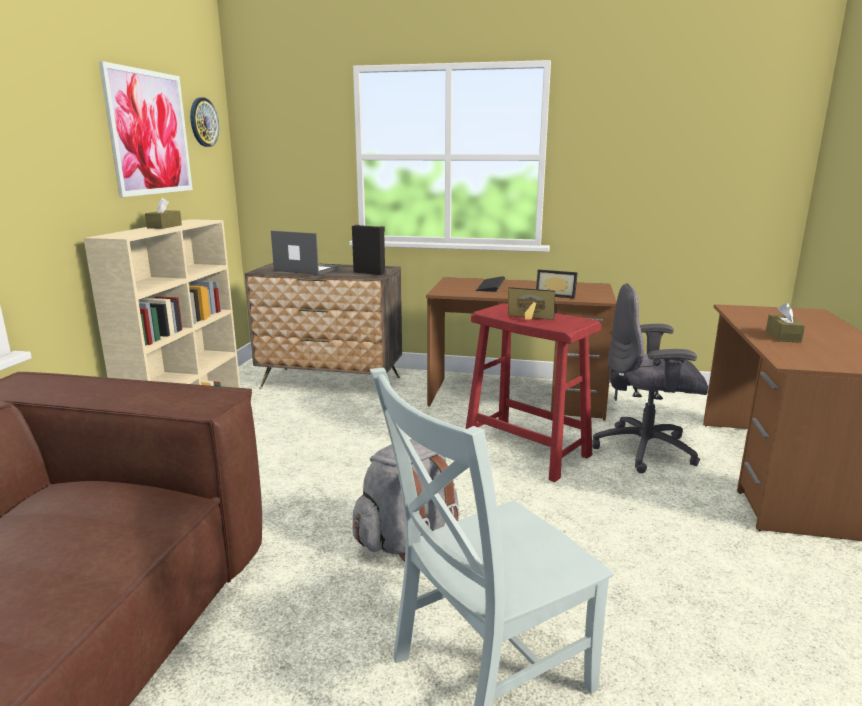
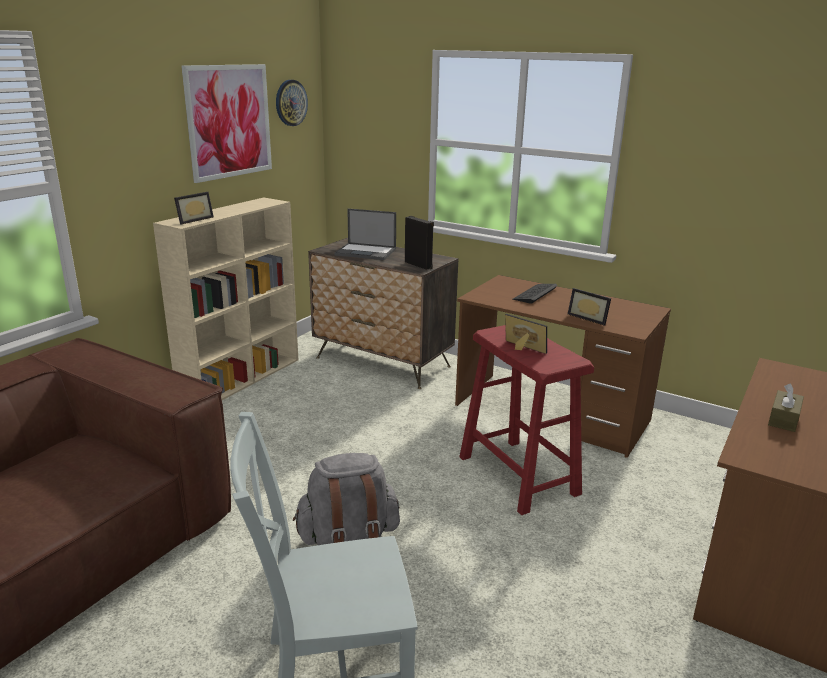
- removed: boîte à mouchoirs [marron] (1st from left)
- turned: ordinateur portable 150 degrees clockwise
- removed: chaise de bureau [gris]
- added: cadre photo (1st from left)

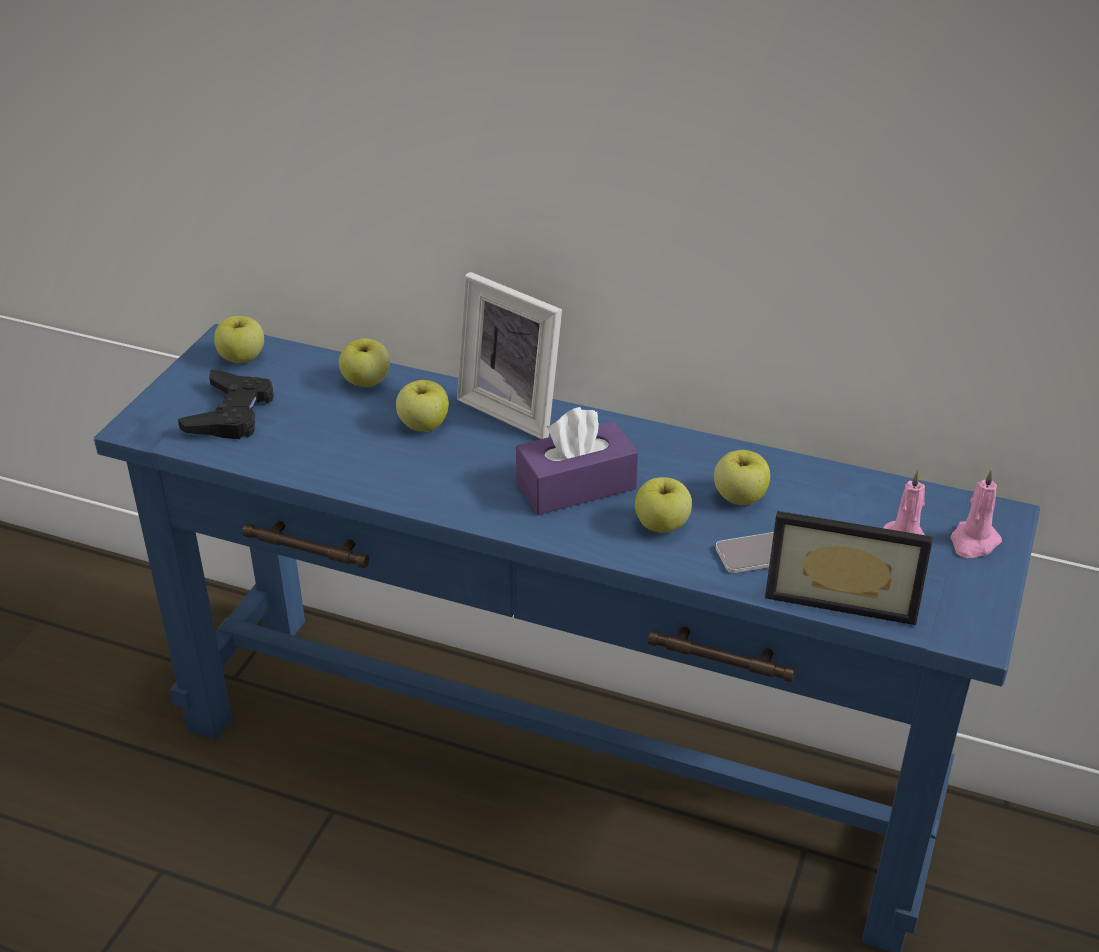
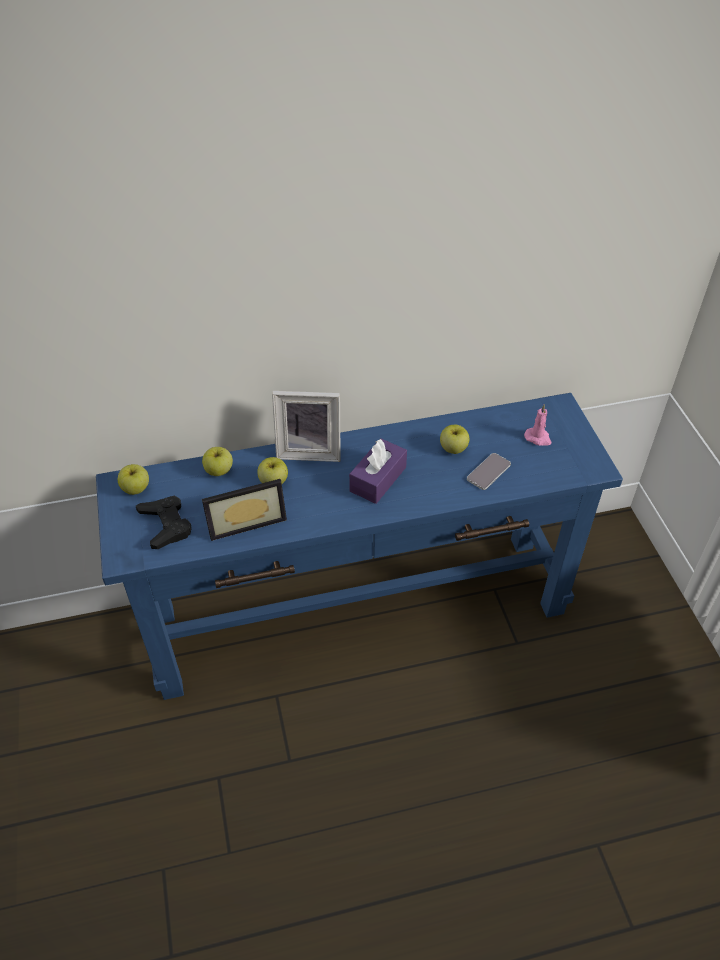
- removed: bougie [rose] (2nd from left)
- removed: pomme (4th from left)
- moved: cadre photo (2nd from left in the first image) to cadre photo (1st from left)

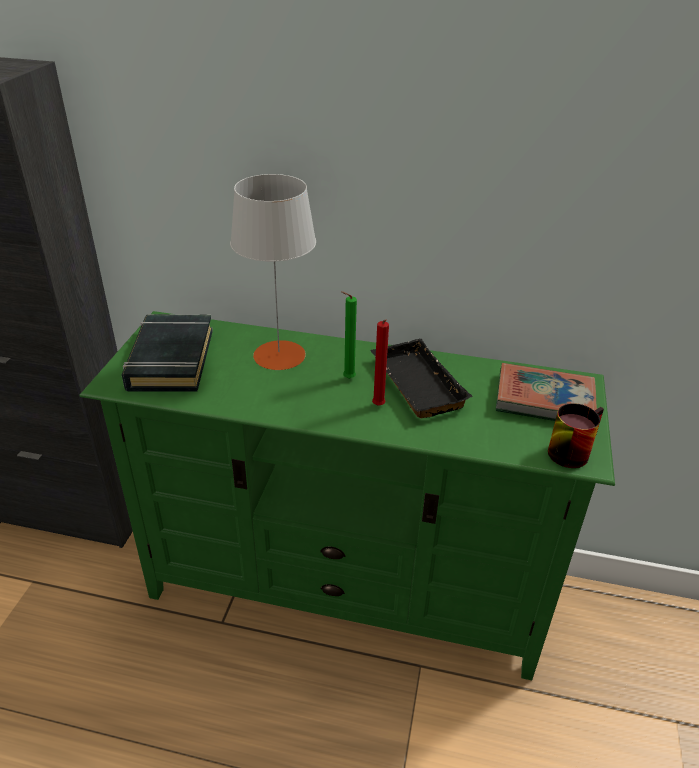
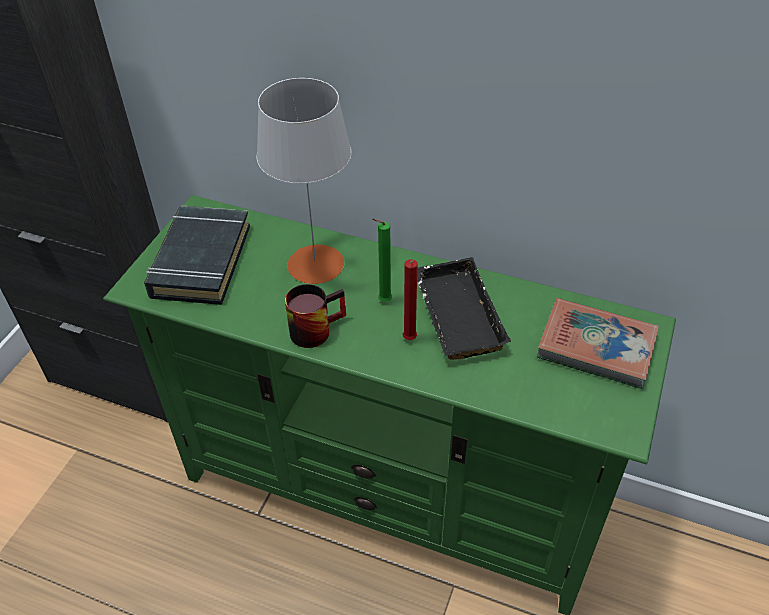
- moved: mug

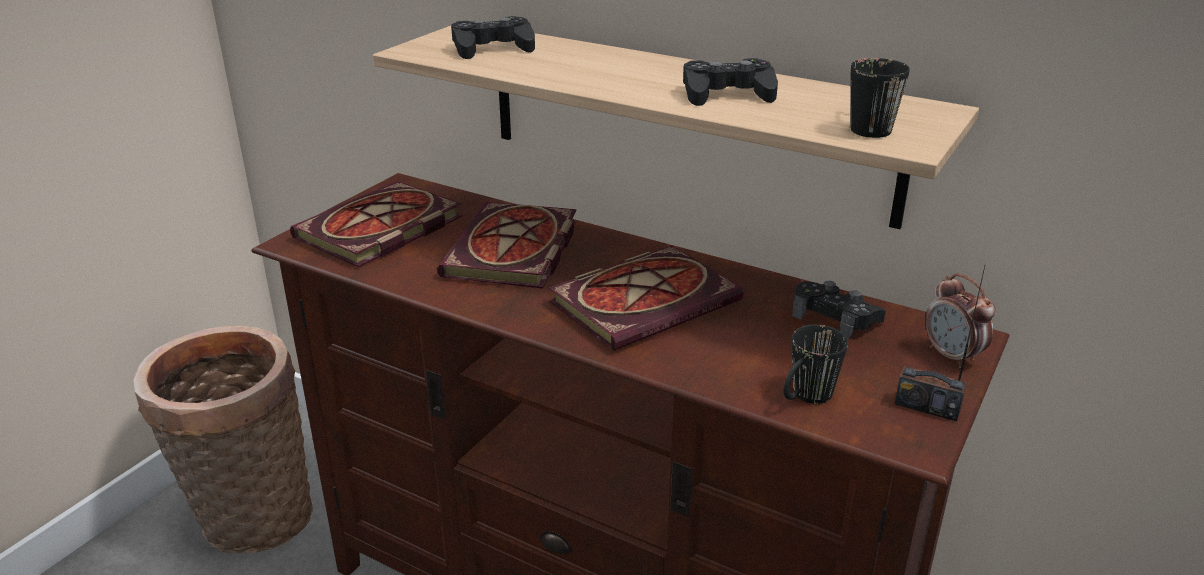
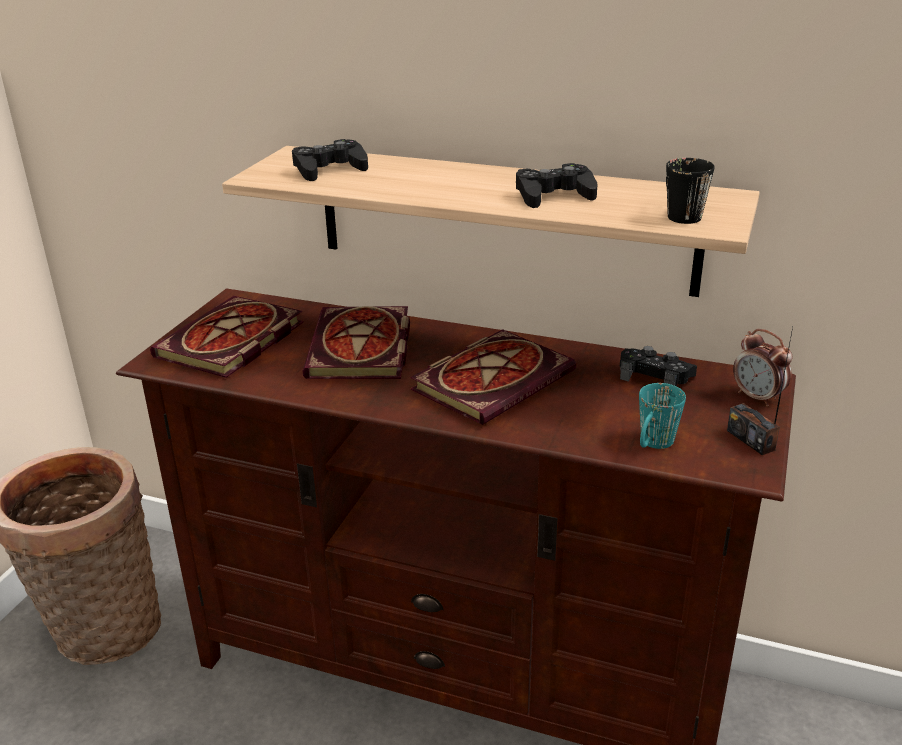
- turned: radio 45 degrees clockwise
- recoloured: mug [noir] (1st from left) to mug [turquoise]

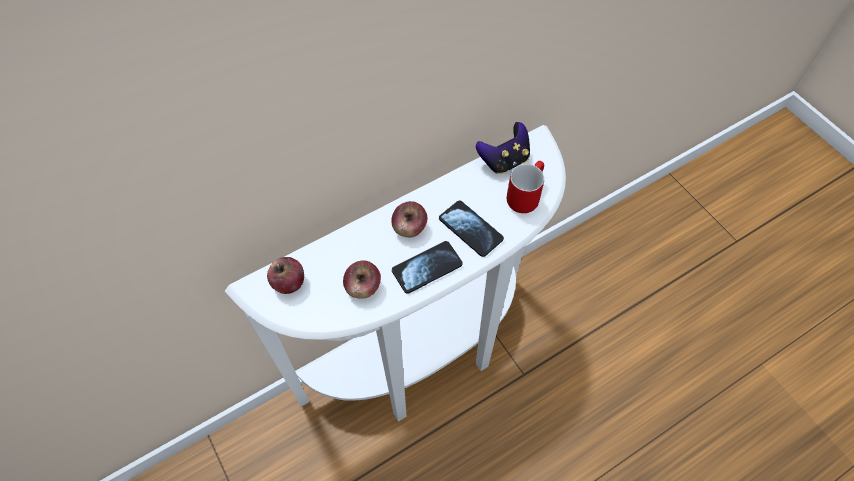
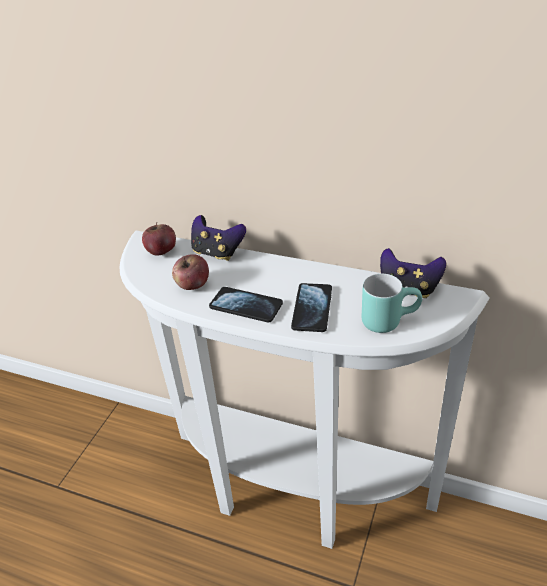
- recoloured: mug [rouge] to mug [turquoise]
- removed: pomme (3rd from left)
- added: manette (1st from left)

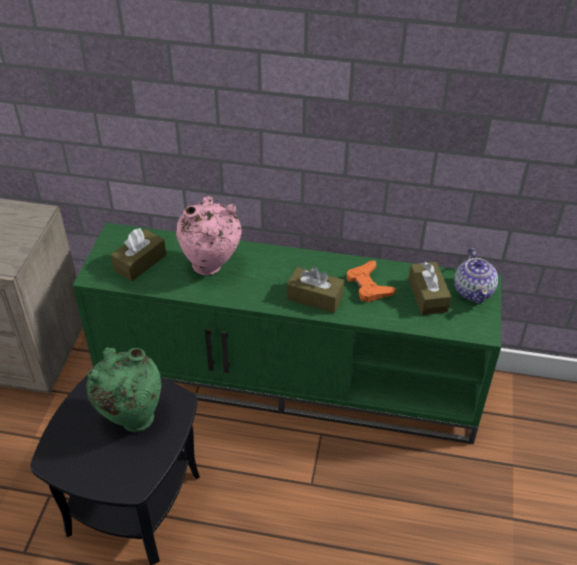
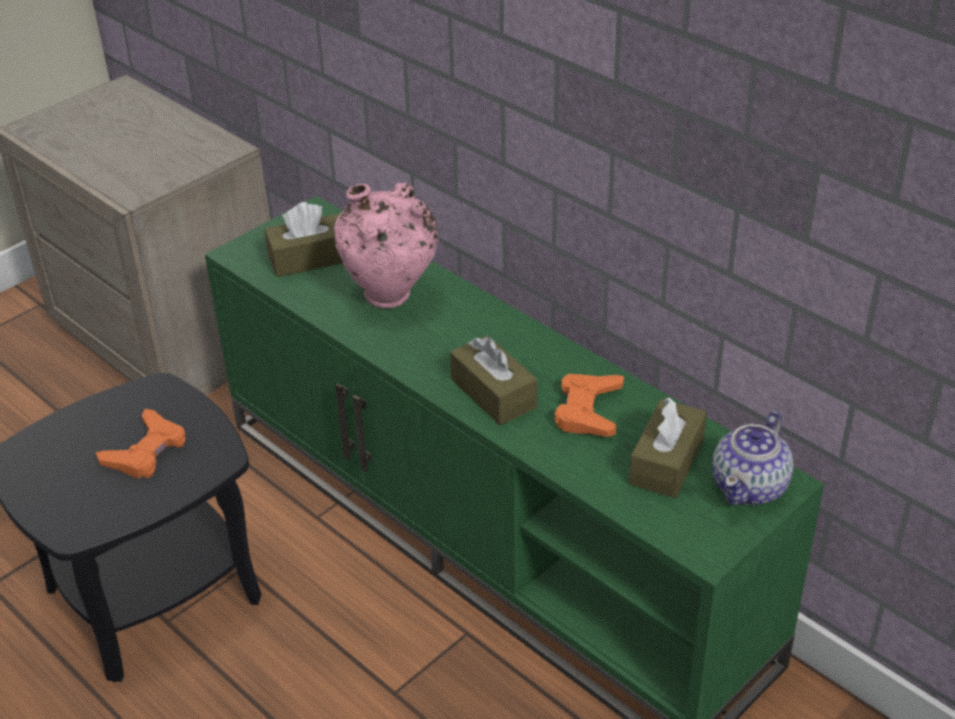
- replaced: vase [vert] to manette [orange] (1st from left)

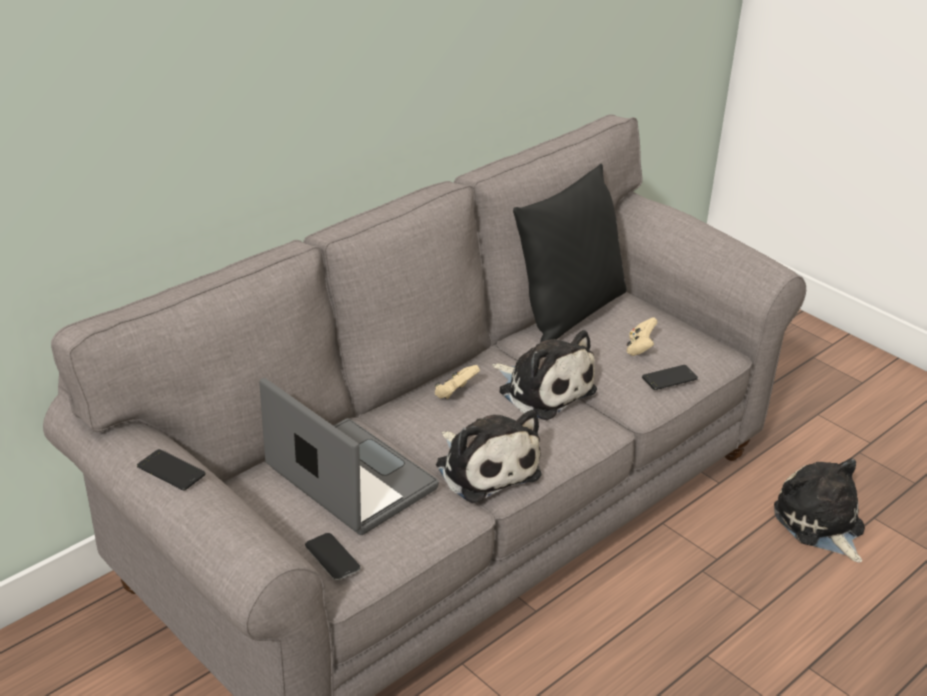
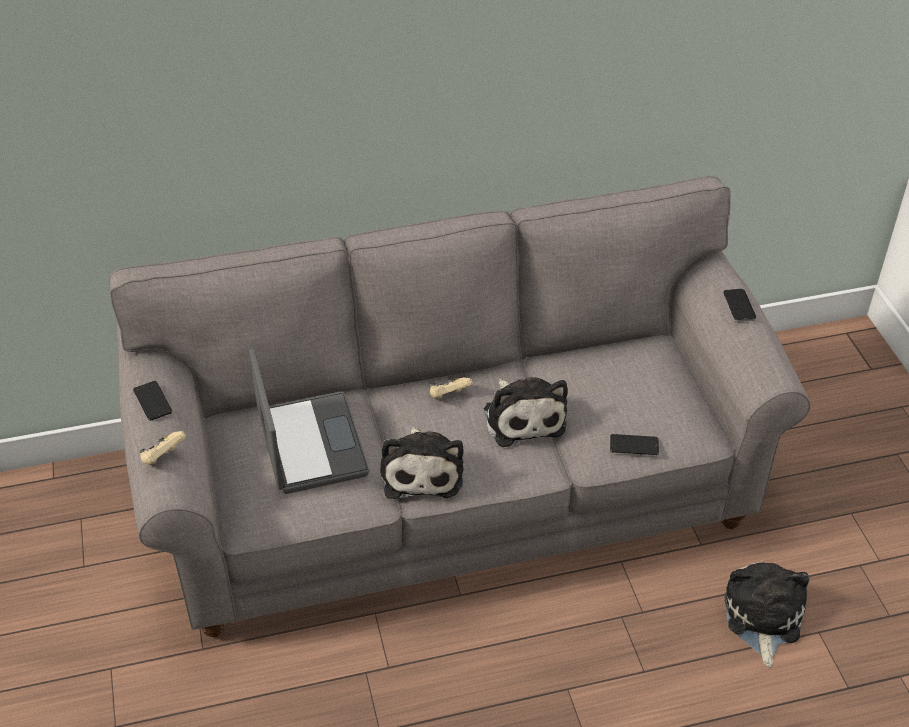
- removed: coussin [noir]
- moved: manette [beige] (2nd from left in the first image) to manette [beige] (1st from left)
- moved: téléphone (2nd from left in the first image) to téléphone (3rd from left)

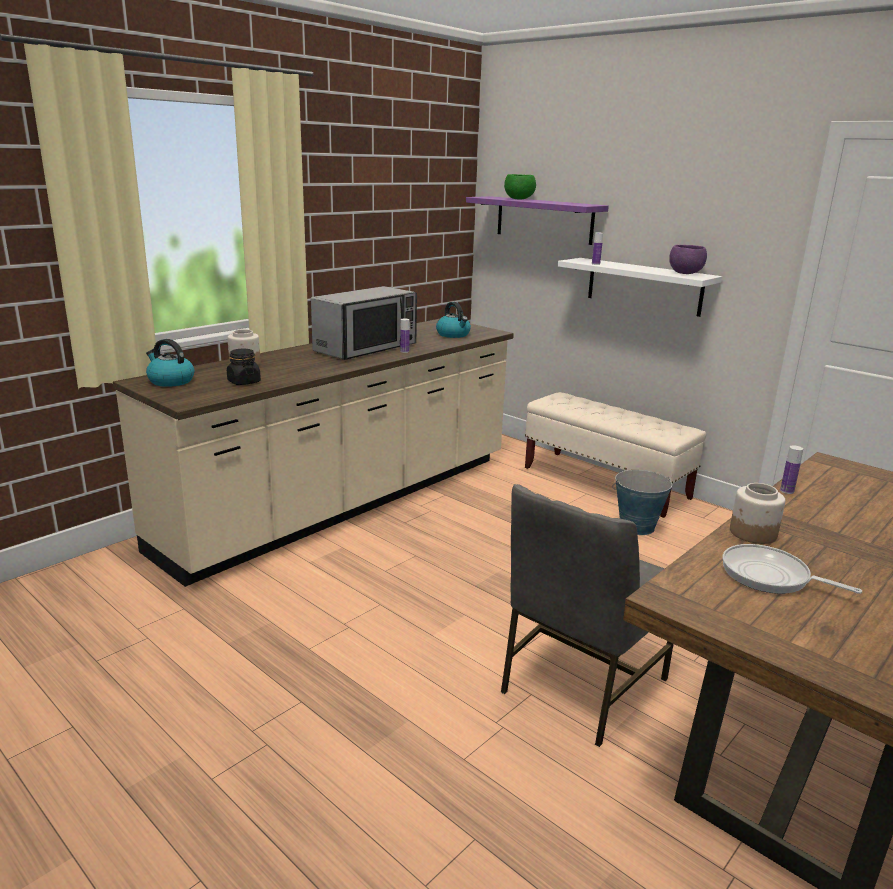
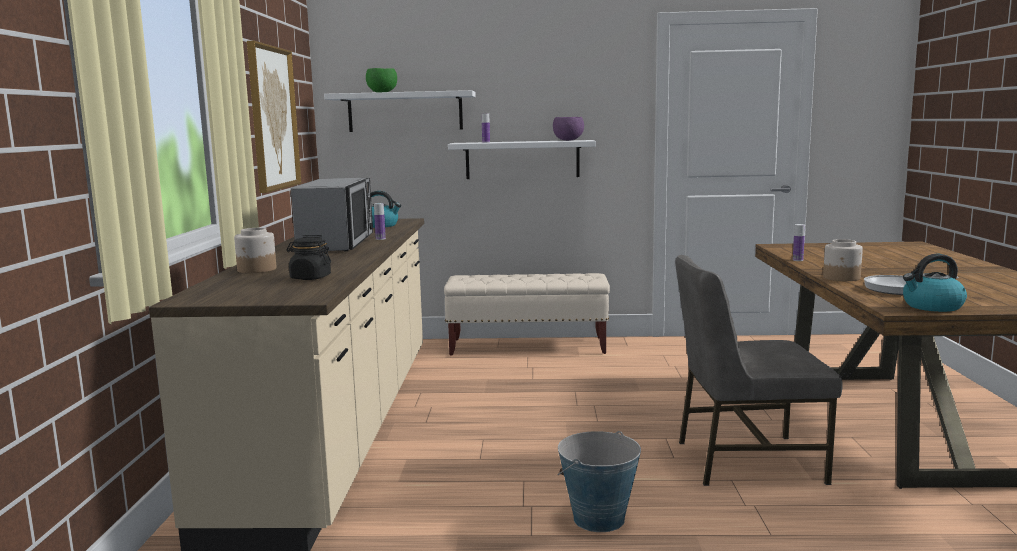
- recoloured: étagère [violet] to étagère [blanc] (1st from left)
- moved: bouilloire (1st from left in the first image) to bouilloire (2nd from left)
- moved: seau
- turned: chaise [gris] 90 degrees clockwise
- added: tableau

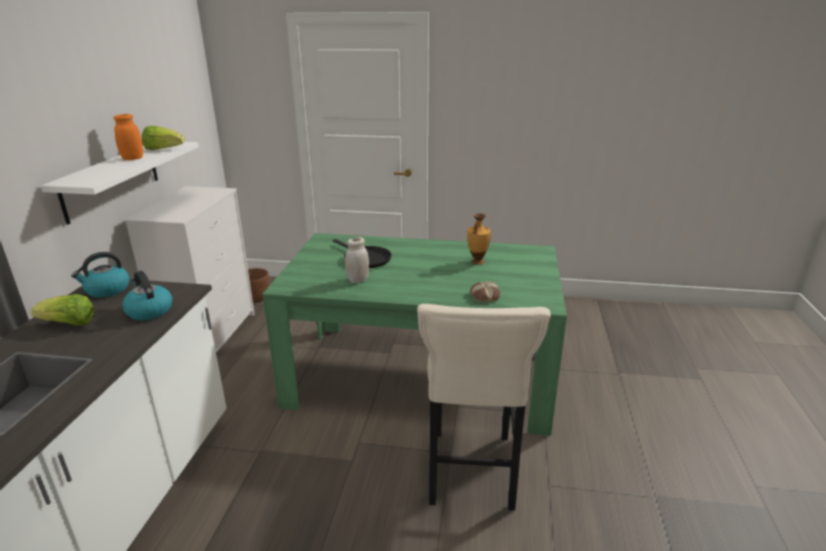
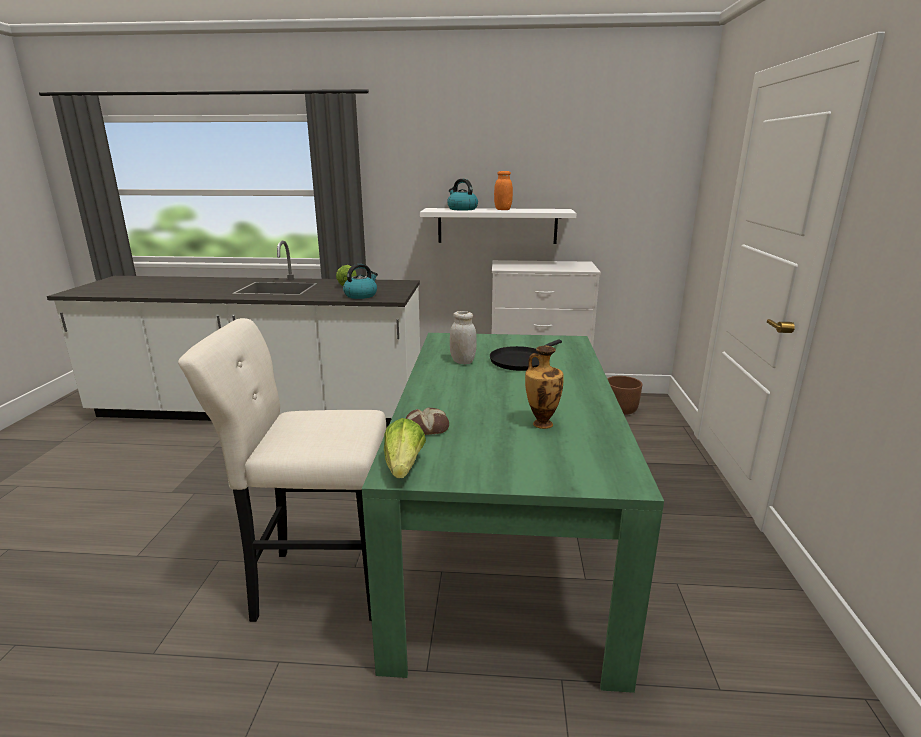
- moved: laitue (2nd from left)
- moved: bouilloire (1st from left in the first image) to bouilloire (2nd from left)

